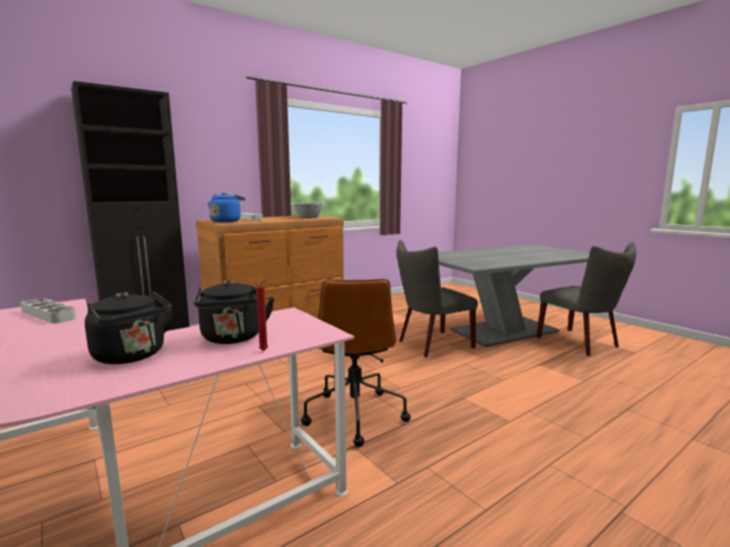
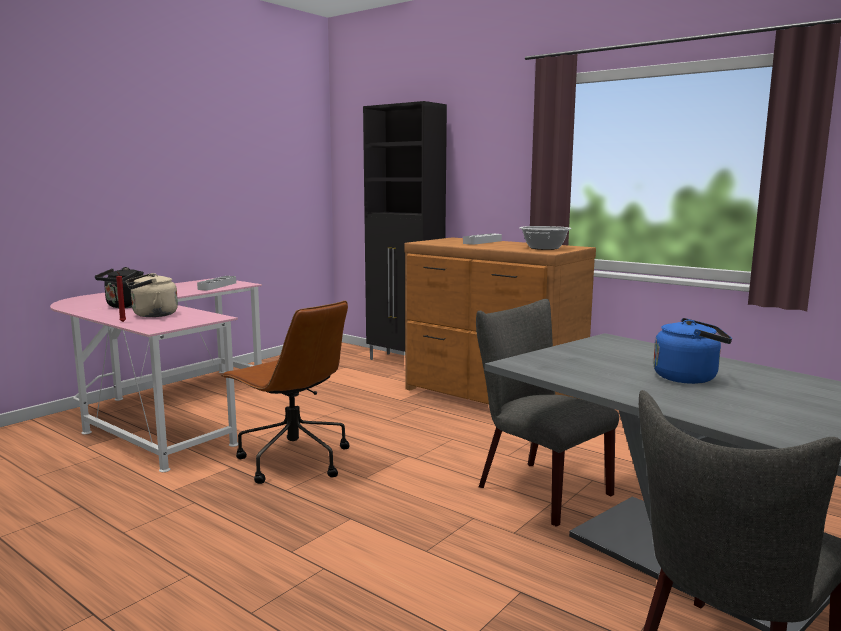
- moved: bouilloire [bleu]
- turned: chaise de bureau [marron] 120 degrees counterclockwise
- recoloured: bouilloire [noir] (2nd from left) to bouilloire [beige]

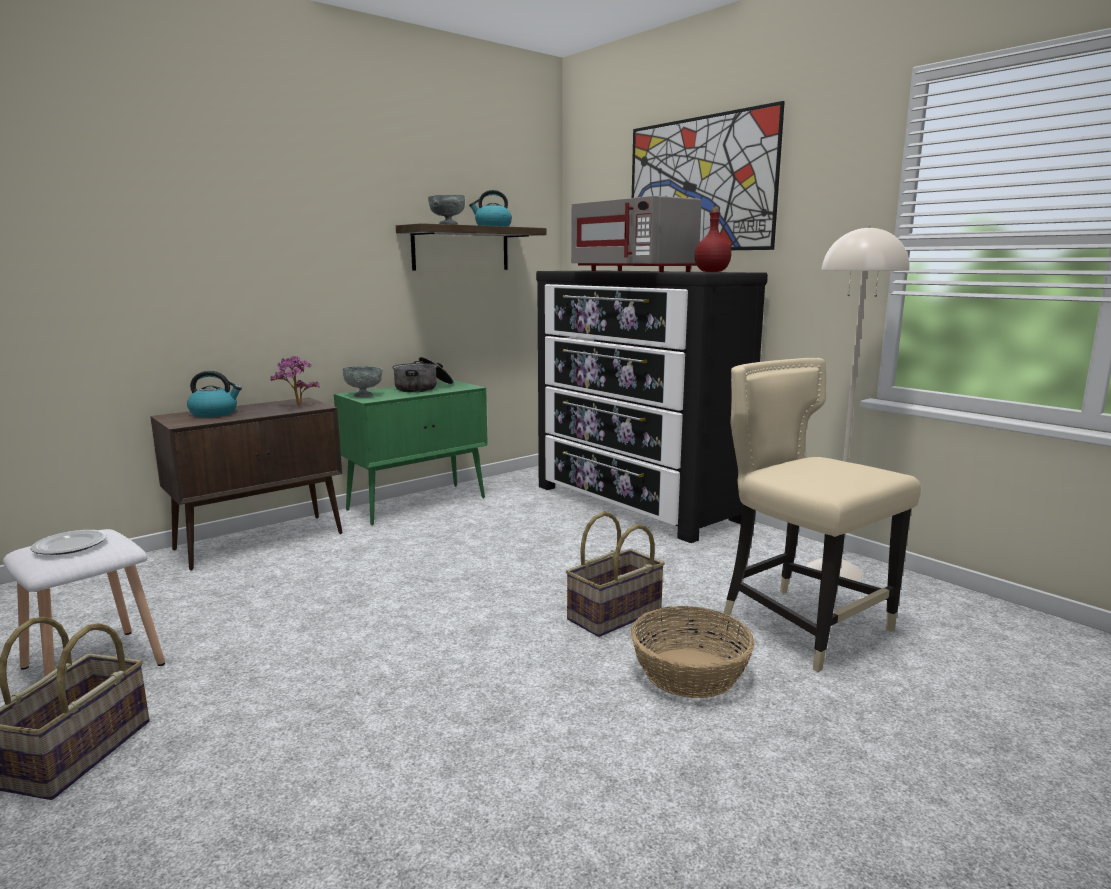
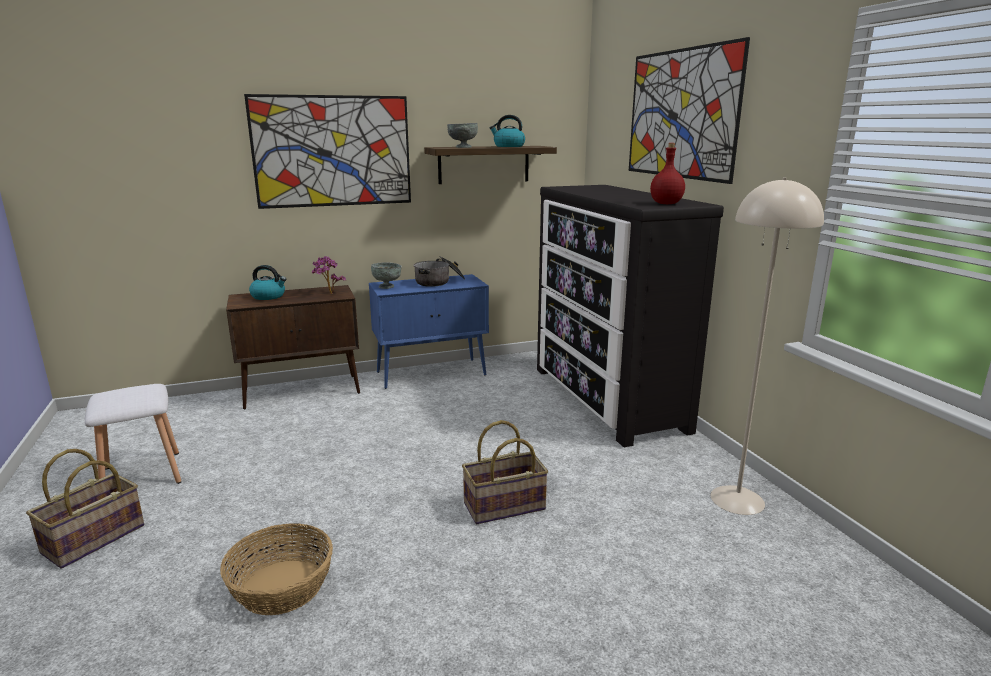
- removed: micro-ondes [gris]
- removed: chaise [beige]
- recoloured: meuble de rangement [vert] to meuble de rangement [bleu]
- removed: assiette
- moved: panier (3rd from left in the first image) to panier (2nd from left)
- added: tableau (1st from left)

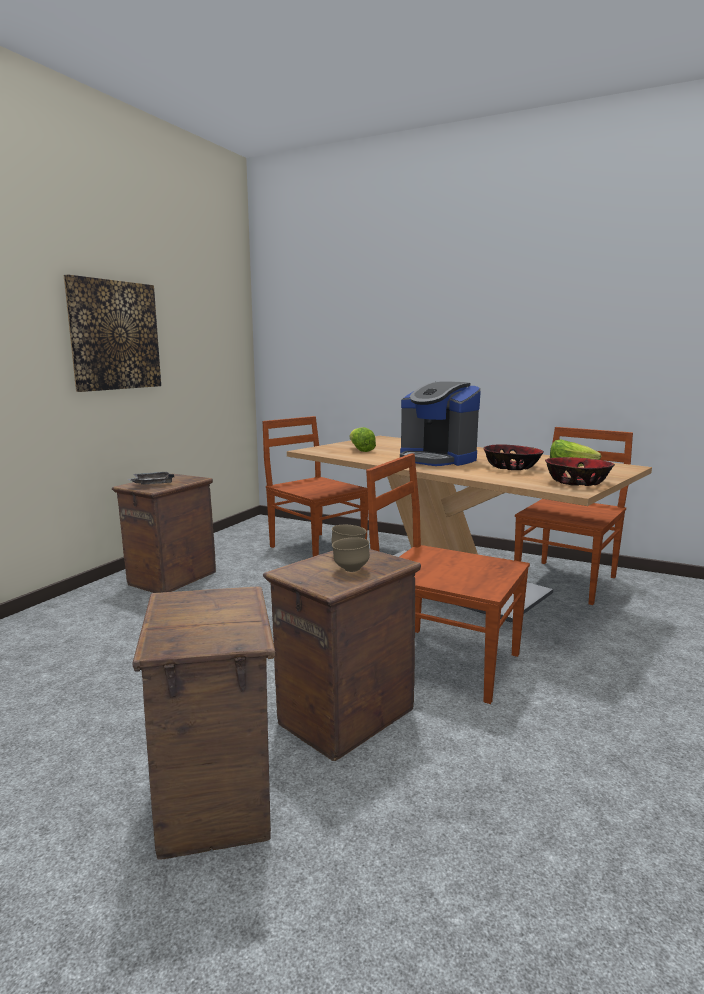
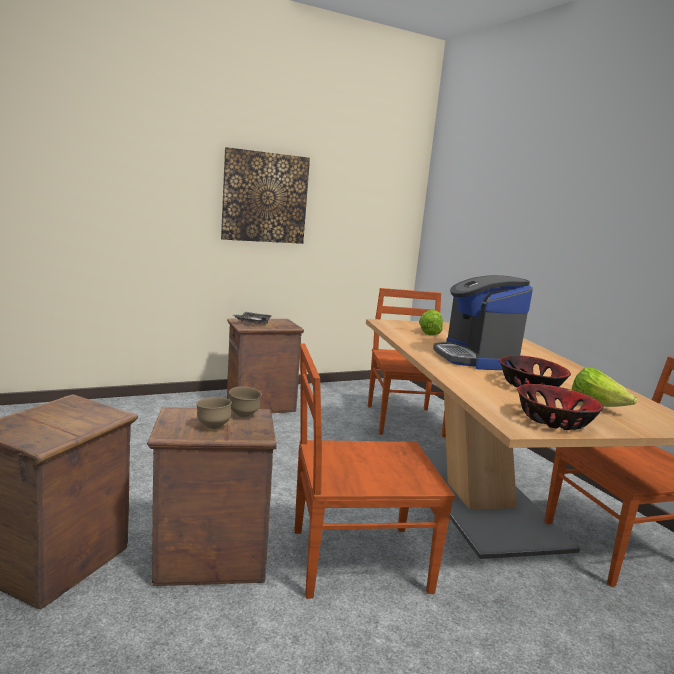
- turned: chaise [marron] (2nd from left in the first image) 75 degrees counterclockwise

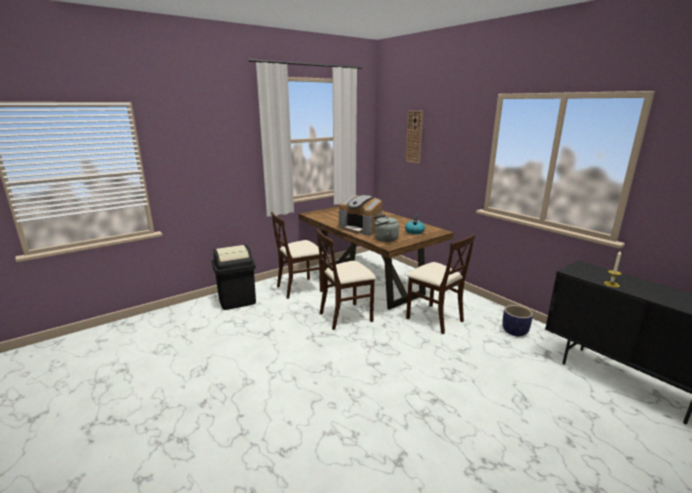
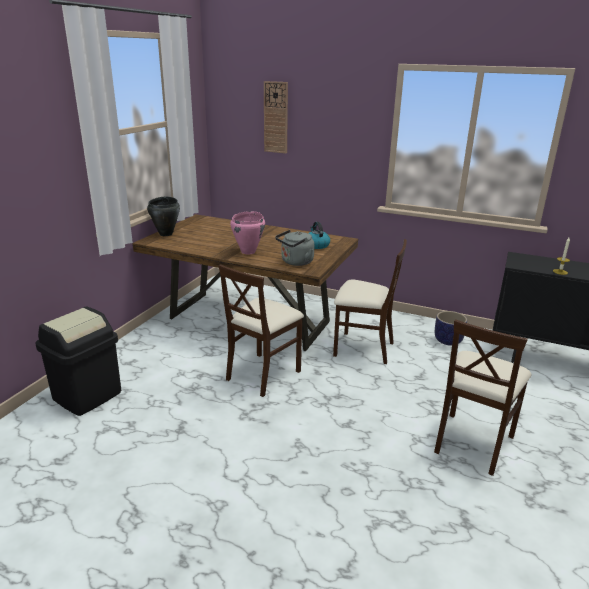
- replaced: machine à café to marmite [rose]
- moved: chaise [beige] (1st from left in the first image) to chaise [beige] (3rd from left)
- added: marmite [noir]

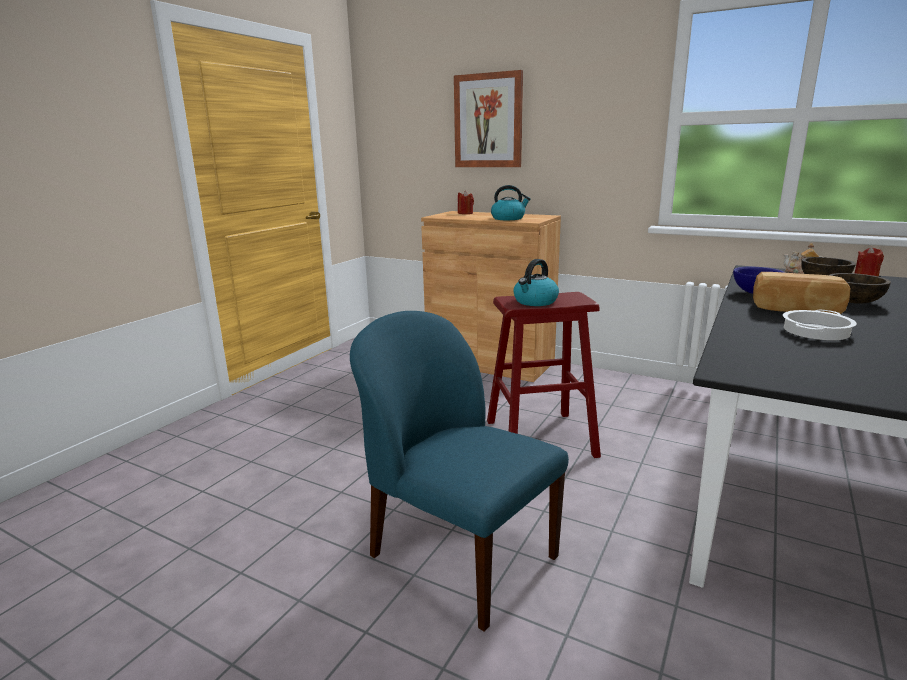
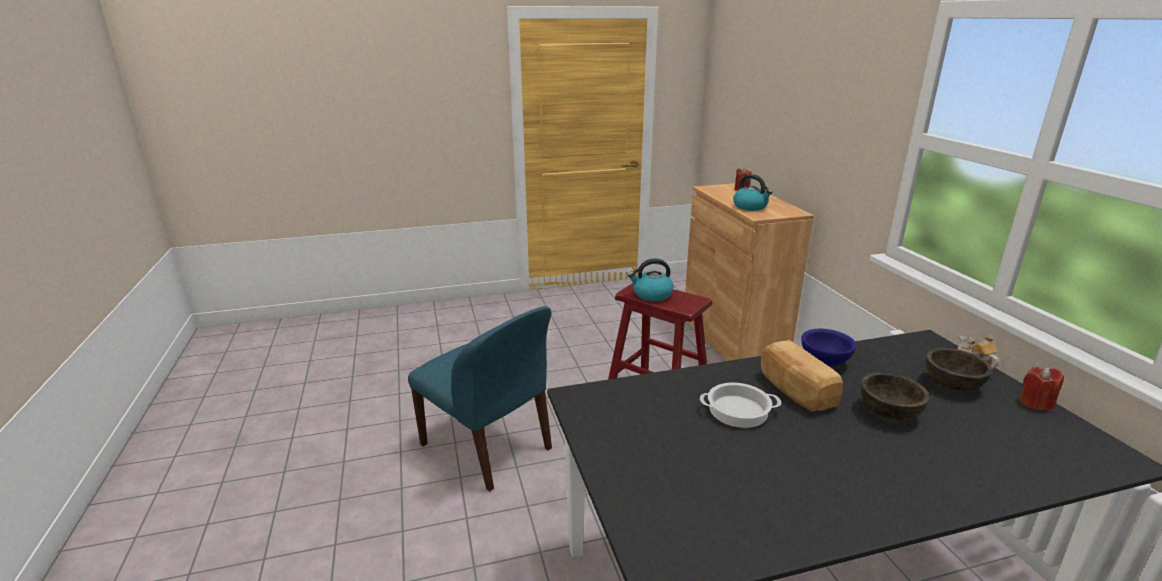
- removed: tableau
- turned: chaise [bleu] 135 degrees clockwise

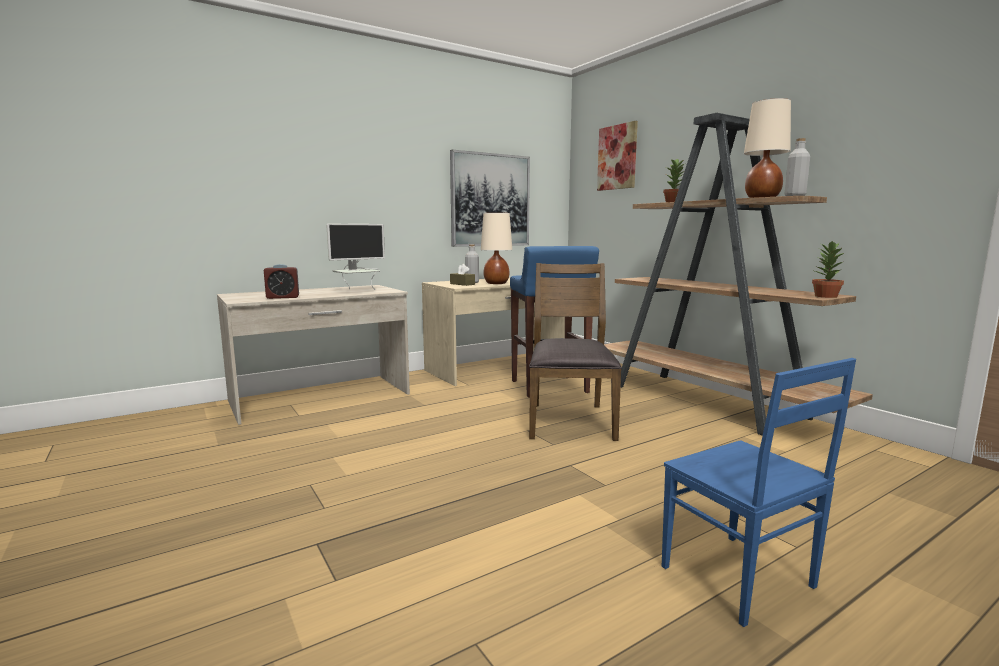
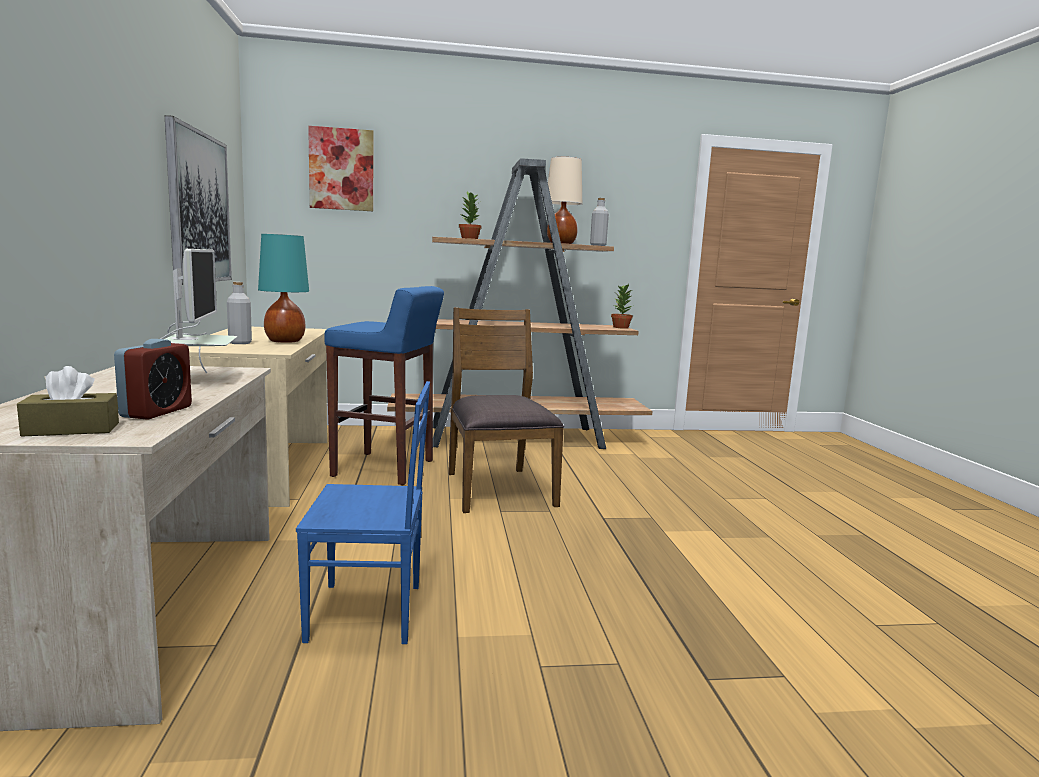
- recoloured: lampe de table [beige] (1st from left) to lampe de table [turquoise]
- turned: chaise [marron] 45 degrees clockwise
- moved: boîte à mouchoirs [marron]
- moved: chaise [bleu]

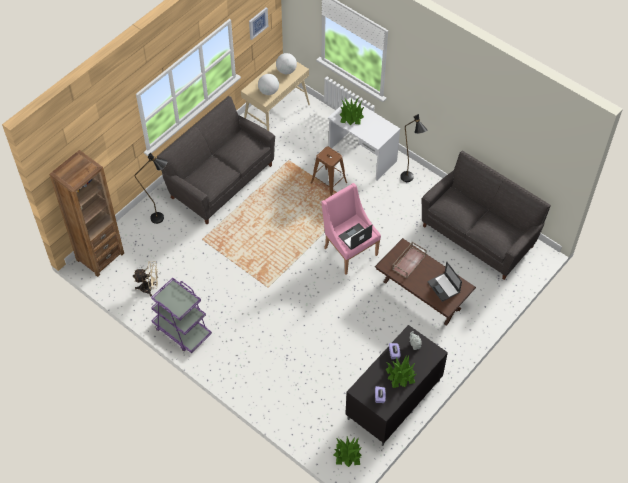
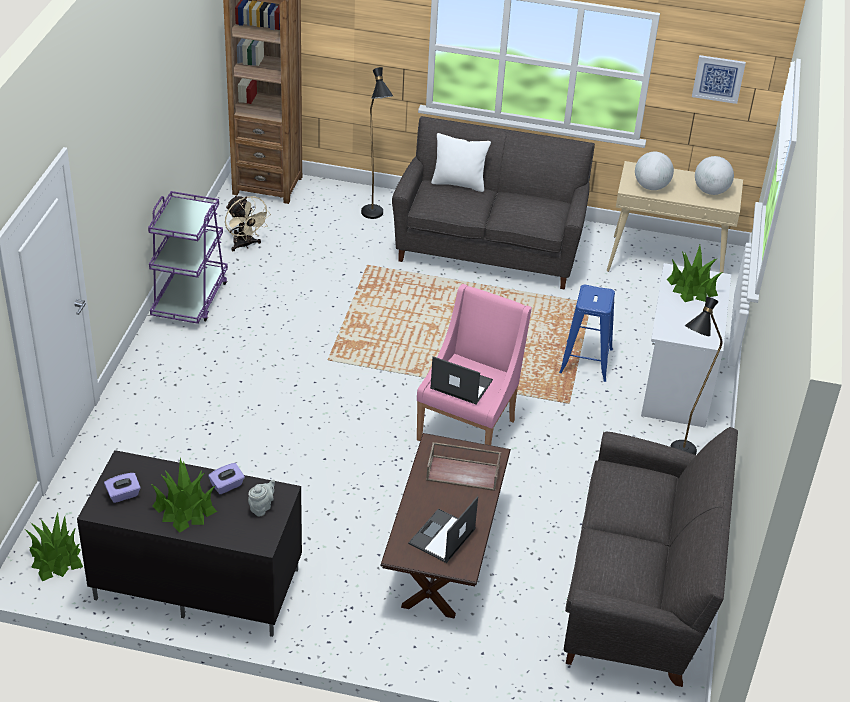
- recoloured: tabouret [marron] to tabouret [bleu]
- added: coussin [blanc]

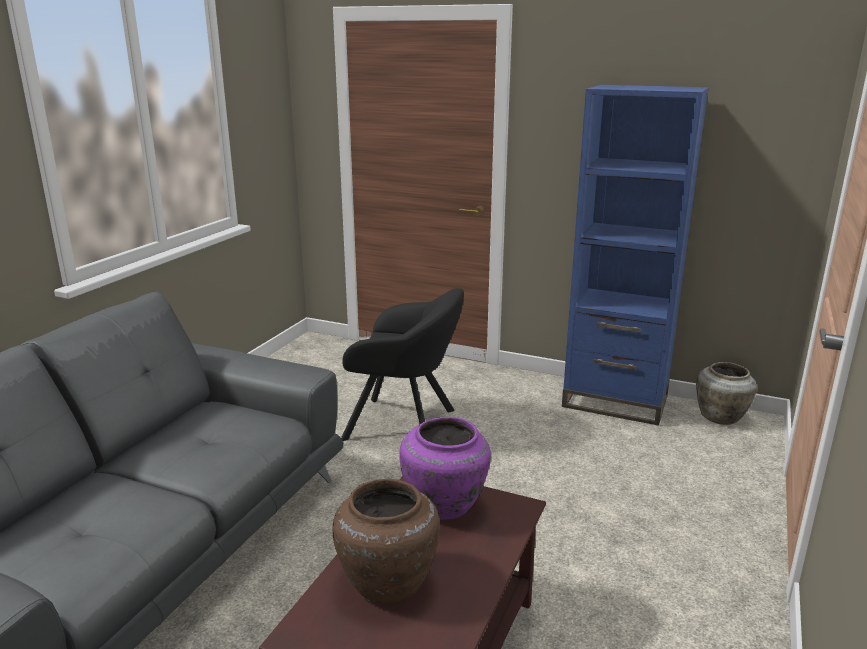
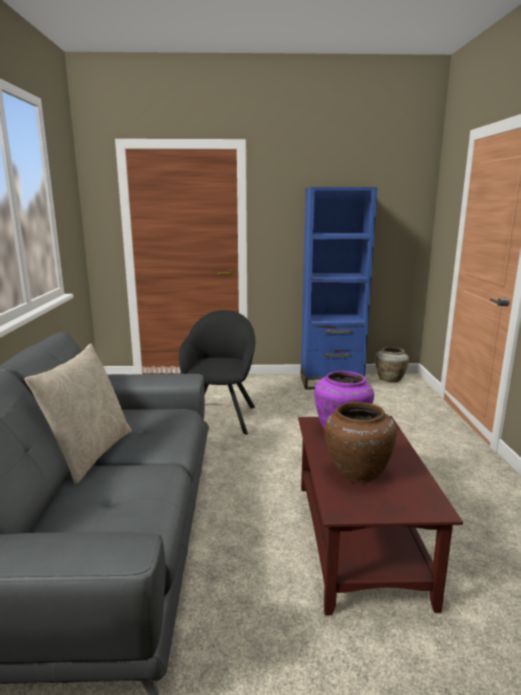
- turned: fauteuil [noir] 75 degrees counterclockwise
- added: coussin [beige]

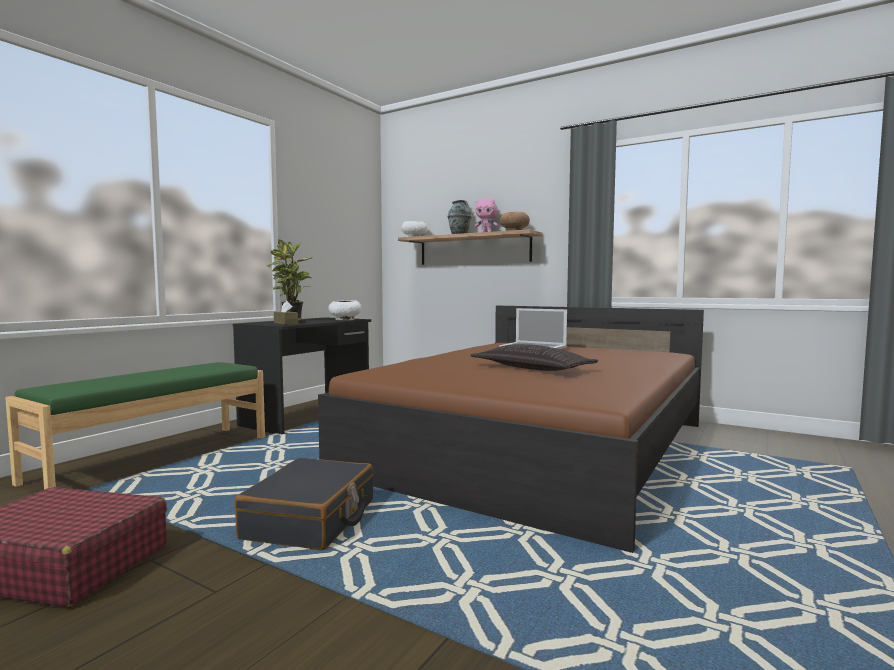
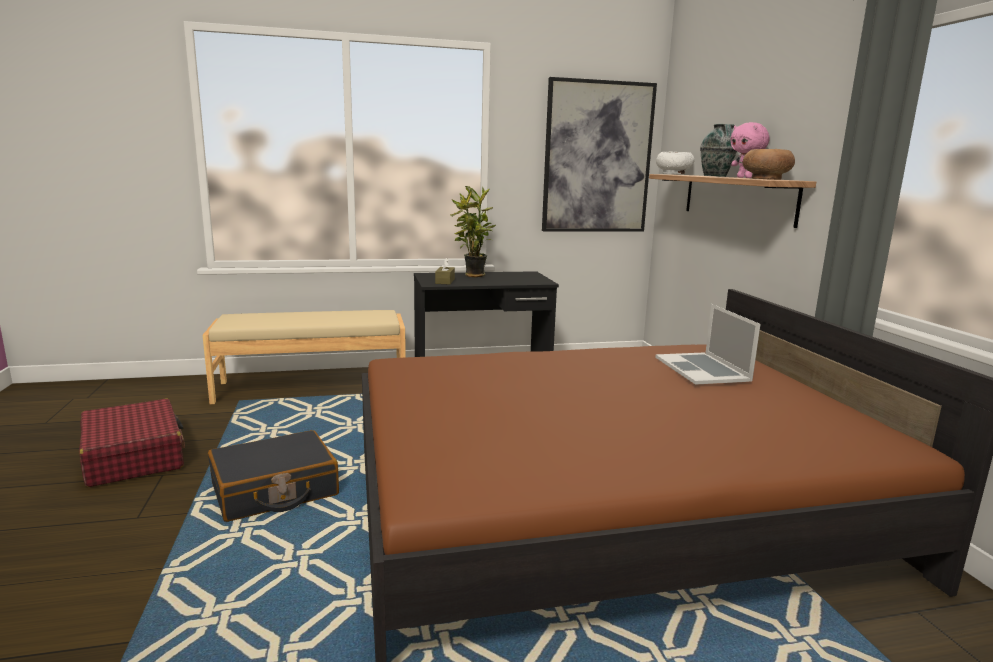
- removed: bol [blanc] (1st from left)
- removed: coussin
- recoloured: banc [vert] to banc [beige]
- added: tableau

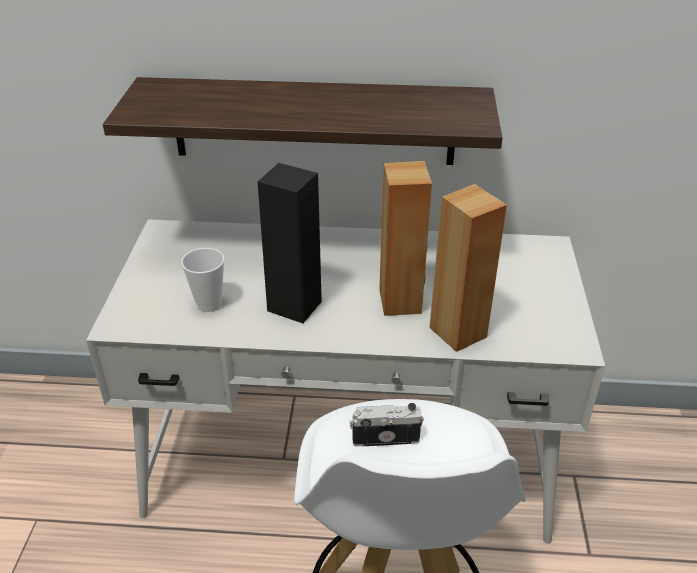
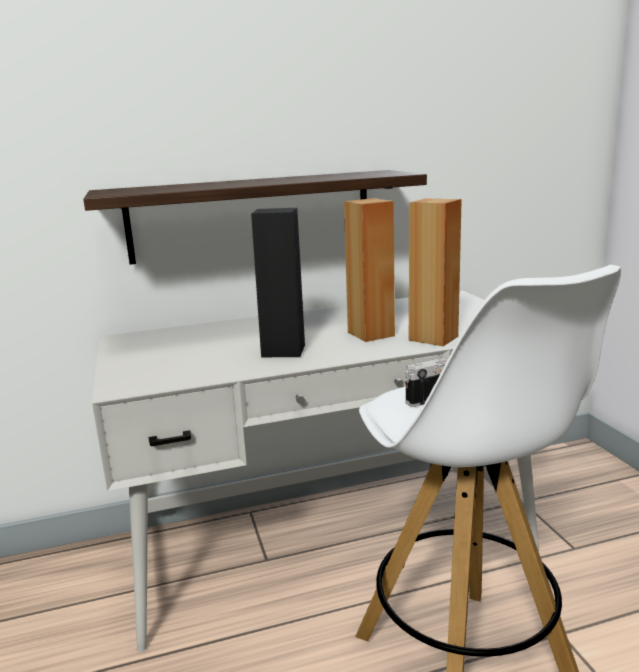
- removed: tasse

